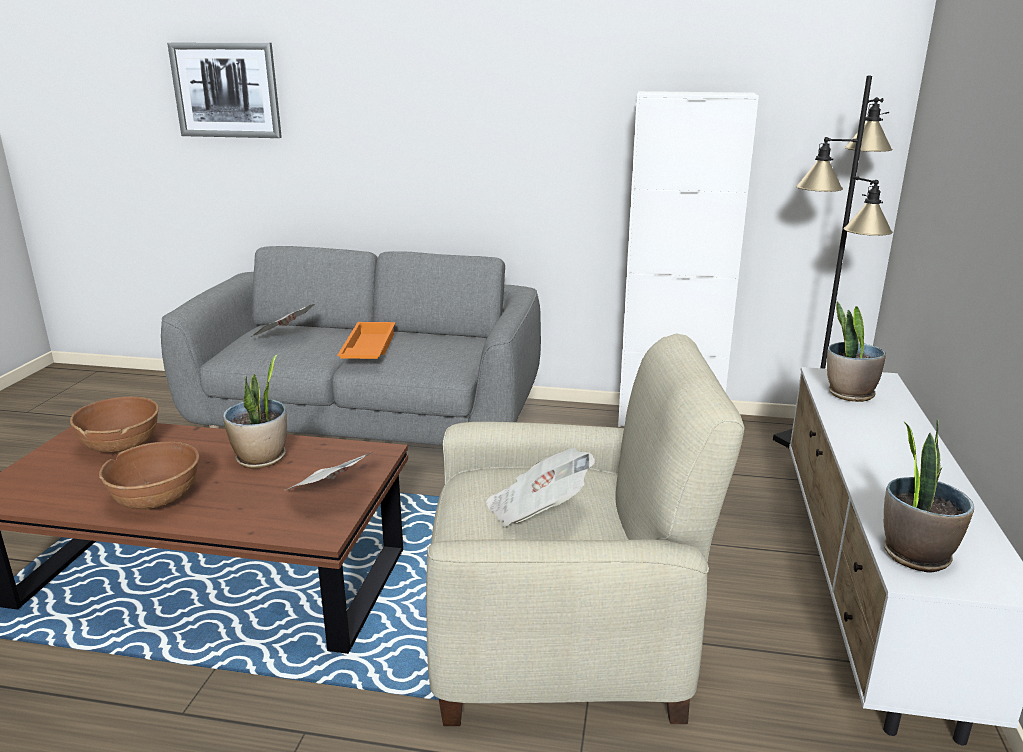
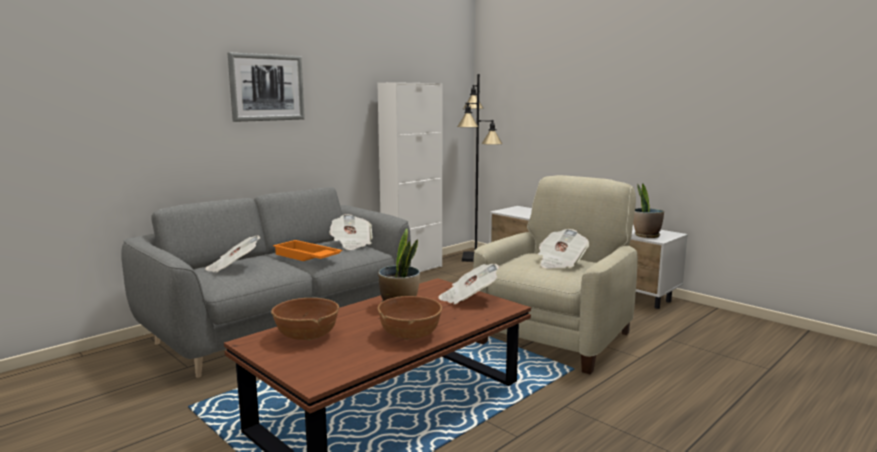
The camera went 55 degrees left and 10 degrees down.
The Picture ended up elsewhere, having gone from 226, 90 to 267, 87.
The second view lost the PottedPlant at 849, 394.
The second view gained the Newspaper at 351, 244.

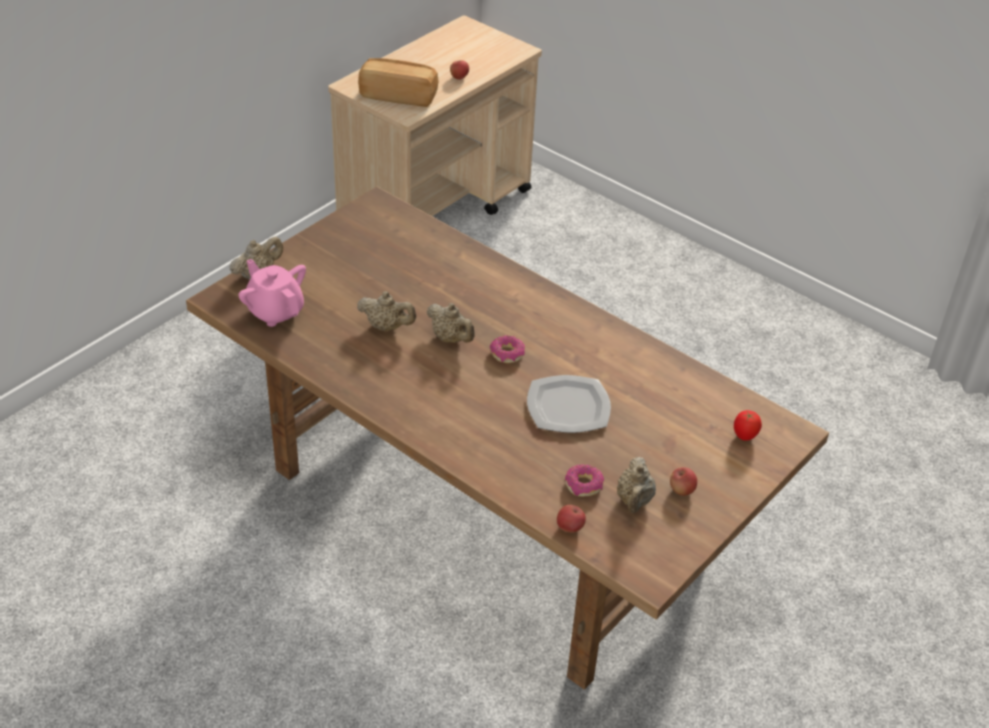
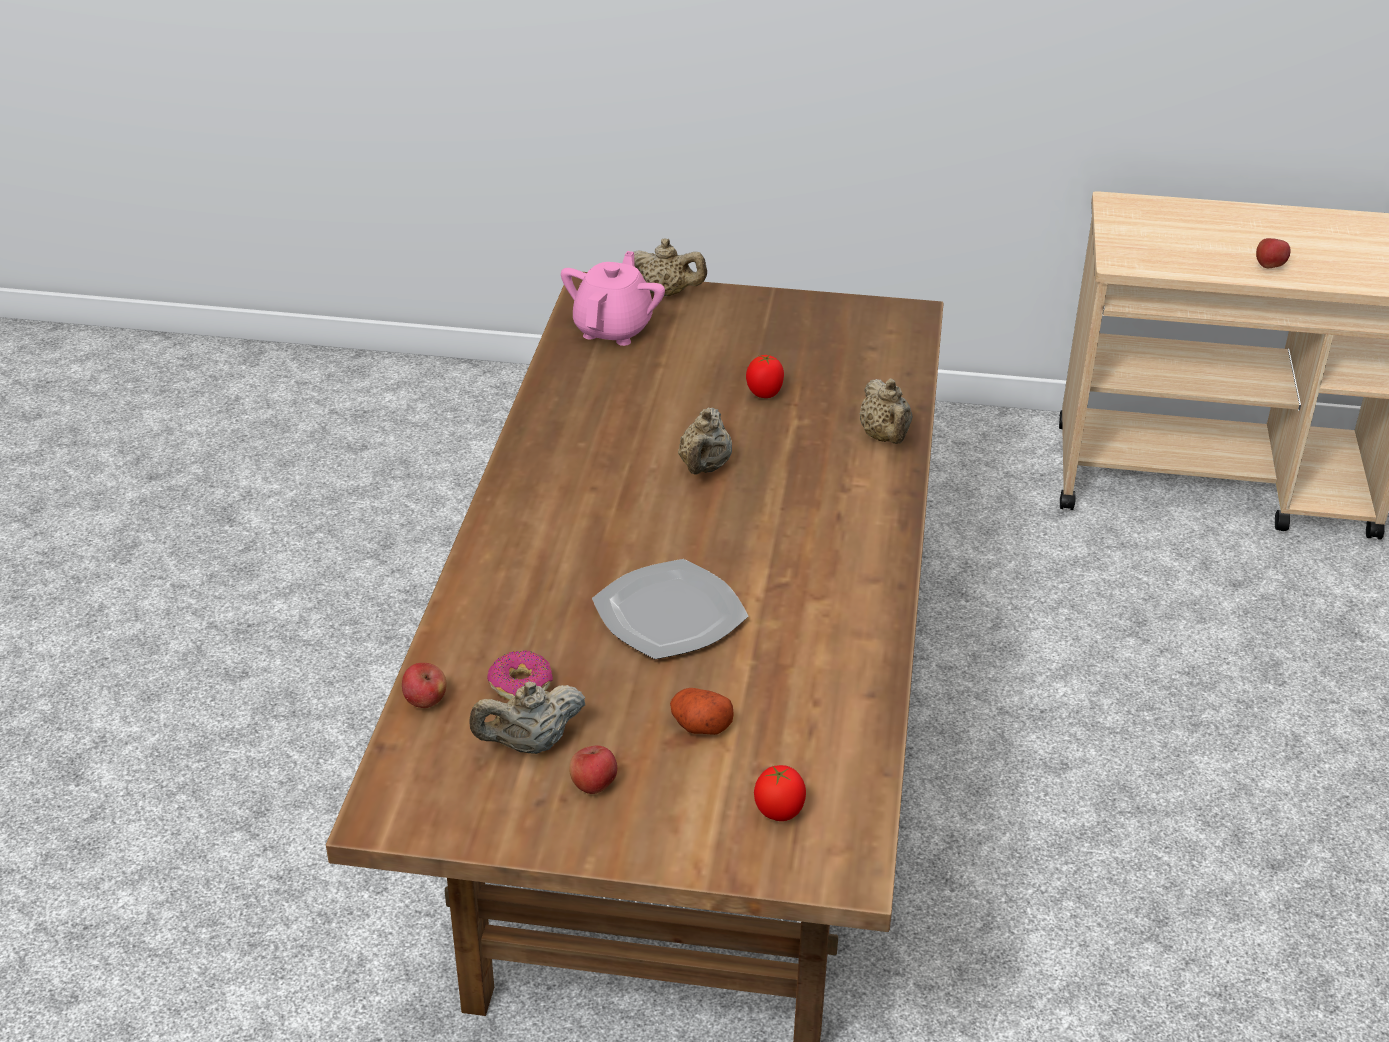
The camera went 60 degrees right and 5 degrees down.
The BeigeTeapot ended up elsewhere, having gone from 387, 327 to 885, 437.
The second view lost the Bread at 399, 95.
The second view lost the Donut at 507, 354.
The second view gained the Potato at 700, 725.
The second view gained the Tomato at 764, 395.

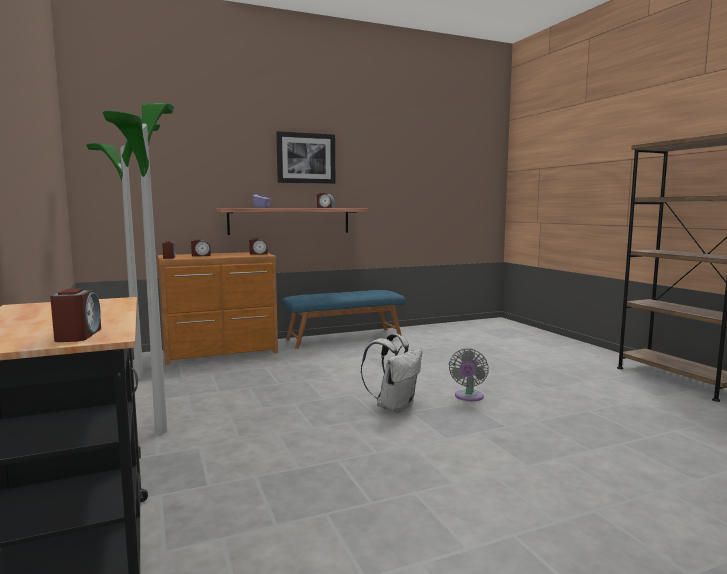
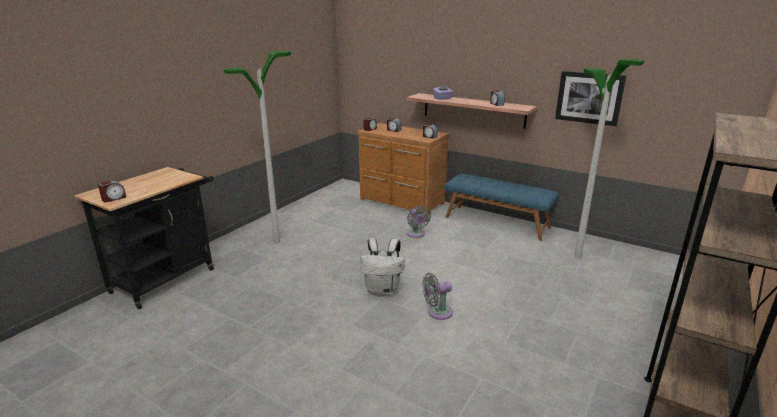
The camera went 55 degrees right and 15 degrees up.
The FloorLamp ended up elsewhere, having gone from 139, 378 to 578, 256.
The Picture ended up elsewhere, having gone from 306, 158 to 589, 98.
The second view gained the GreyFan at 416, 234.

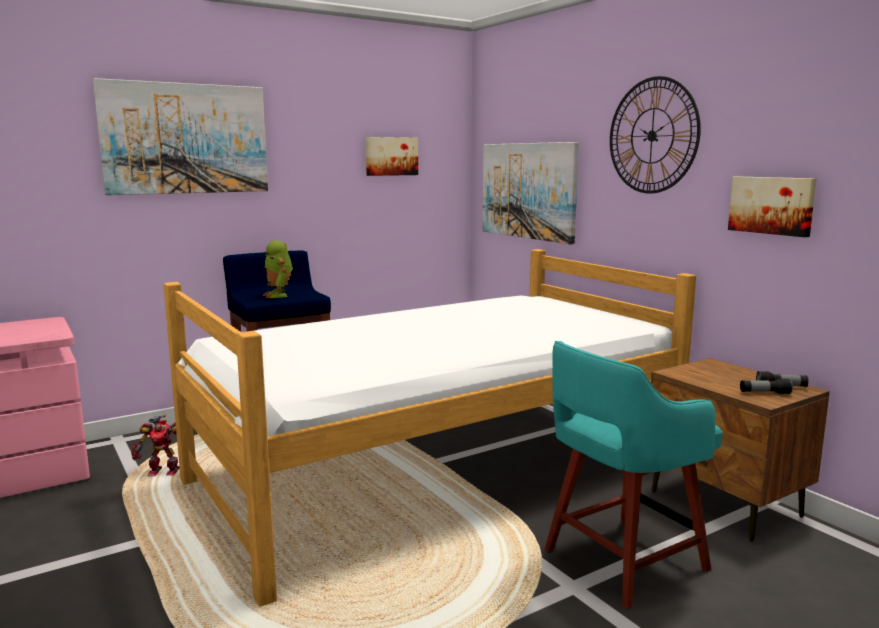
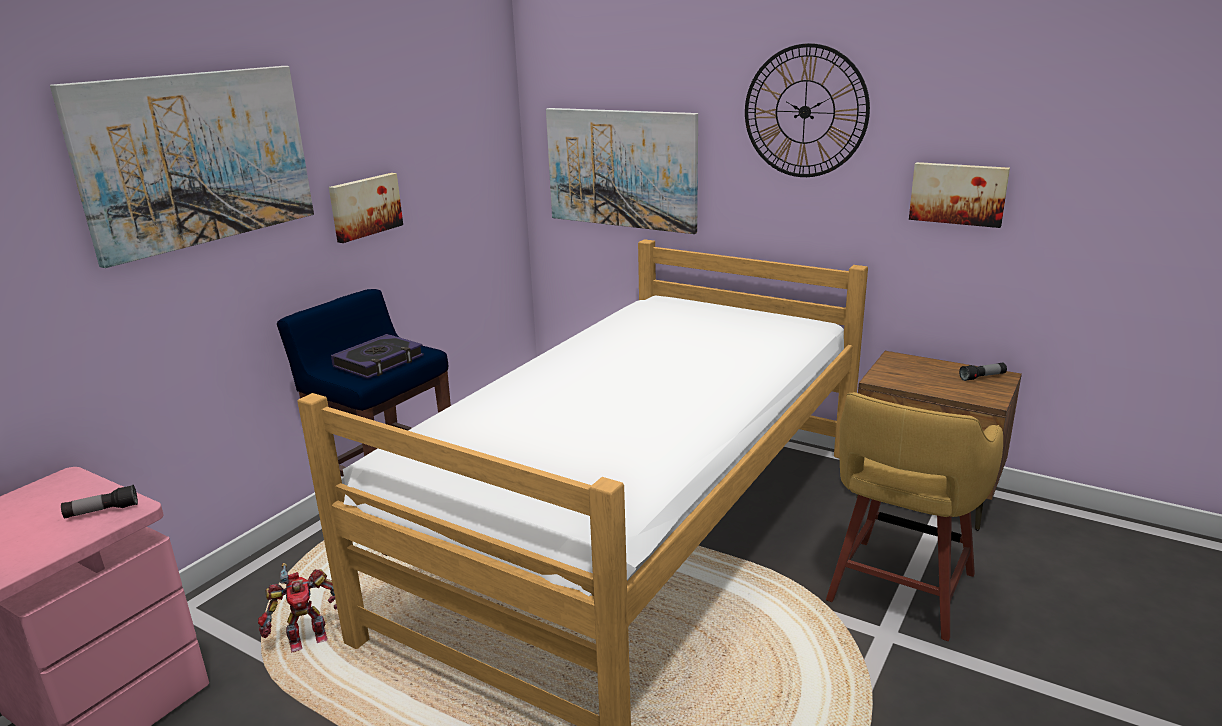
The camera went 25 degrees left and 10 degrees up.
Where the ToyRobot stood at 279, 295, the Book came to stand at 379, 362.
The Picture ended up elsewhere, having gone from 391, 156 to 365, 206.
What was the TurquoiseStool at 620, 561 turned into the YellowStool at 898, 589.
The Flashlight ended up elsewhere, having gone from 764, 393 to 102, 511.

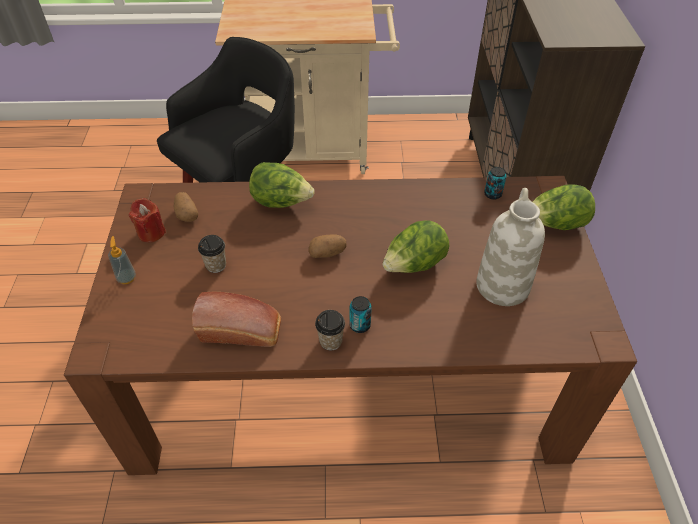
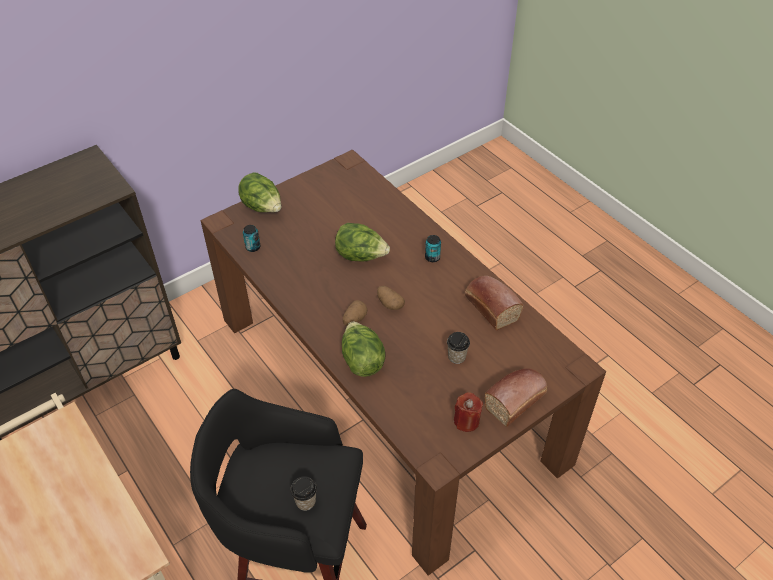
The camera went 125 degrees left and 0 degrees up.
Where the SoapDispenser stood at 126, 278, the Bread came to stand at 516, 400.
The Potato ended up elsewhere, having gone from 187, 214 to 354, 319.
The Cup ended up elsewhere, having gone from 330, 341 to 305, 502.
The second view lost the WhiteVase at 502, 285.

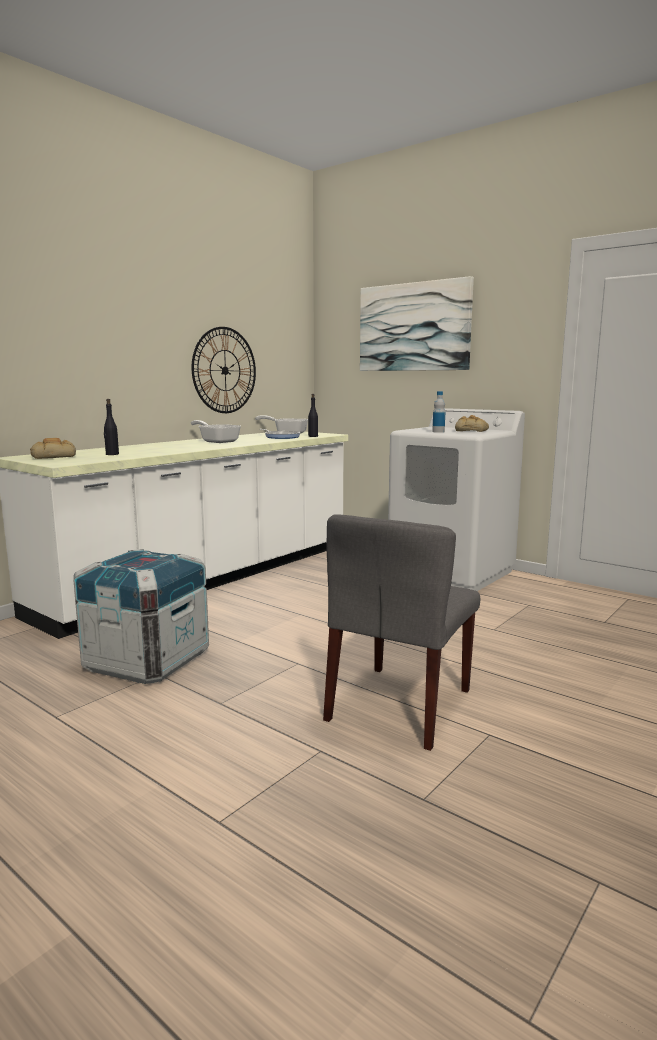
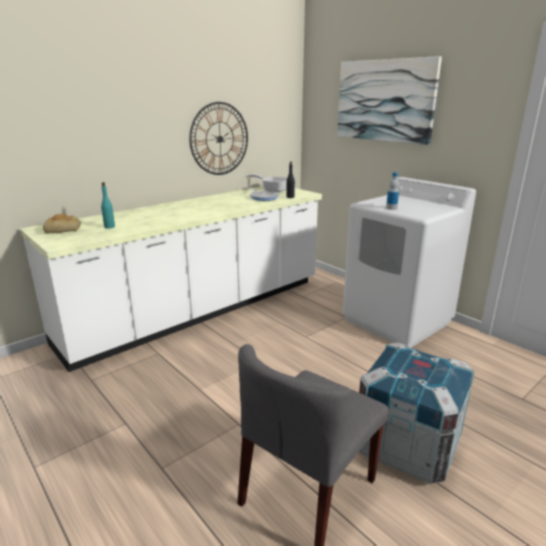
The camera went 10 degrees right and 10 degrees up.
The Crate ended up elsewhere, having gone from 147, 660 to 407, 444.
What was the BlackBottle at 112, 454 turned into the TurquoiseBottle at 109, 227.
The second view lost the FryingPan at 217, 441.
The second view lost the Bread at 471, 430.

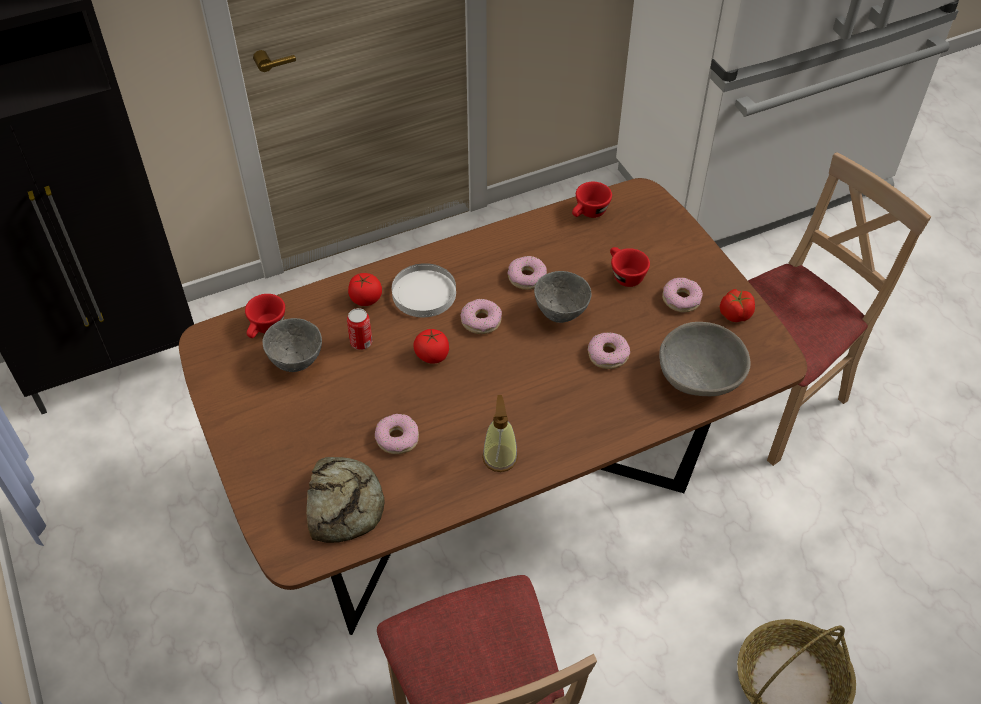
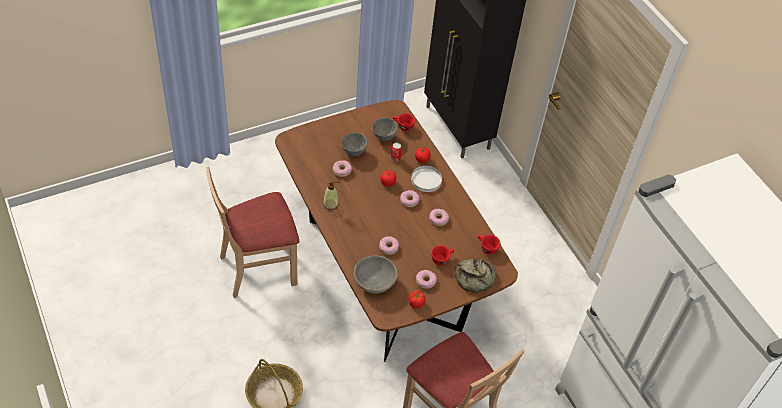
The camera went 85 degrees right and 0 degrees up.
The Bread ended up elsewhere, having gone from 344, 503 to 475, 278.
The GreyBowl ended up elsewhere, having gone from 561, 313 to 354, 152.

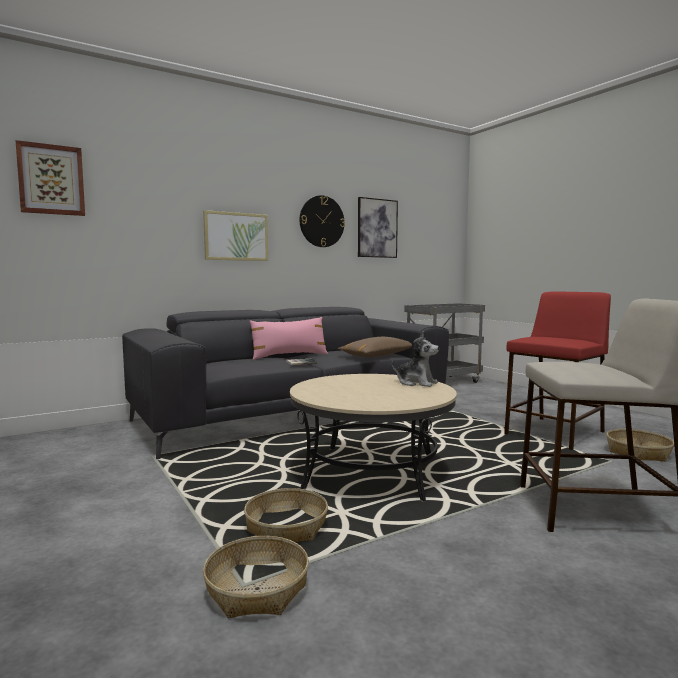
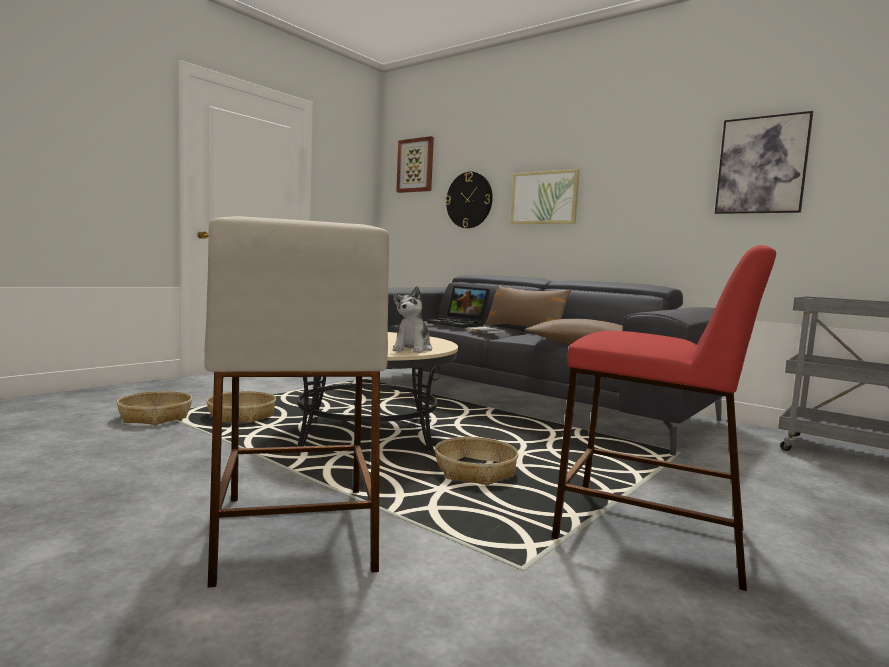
The camera went 70 degrees right and 0 degrees up.
What was the PinkPillow at 289, 356 turned into the BrownPillow at 524, 330.
The WallClock ended up elsewhere, having gone from 321, 221 to 469, 200.
The Basket ended up elsewhere, having gone from 638, 453 to 475, 472.
The second view gained the Laptop at 459, 324.

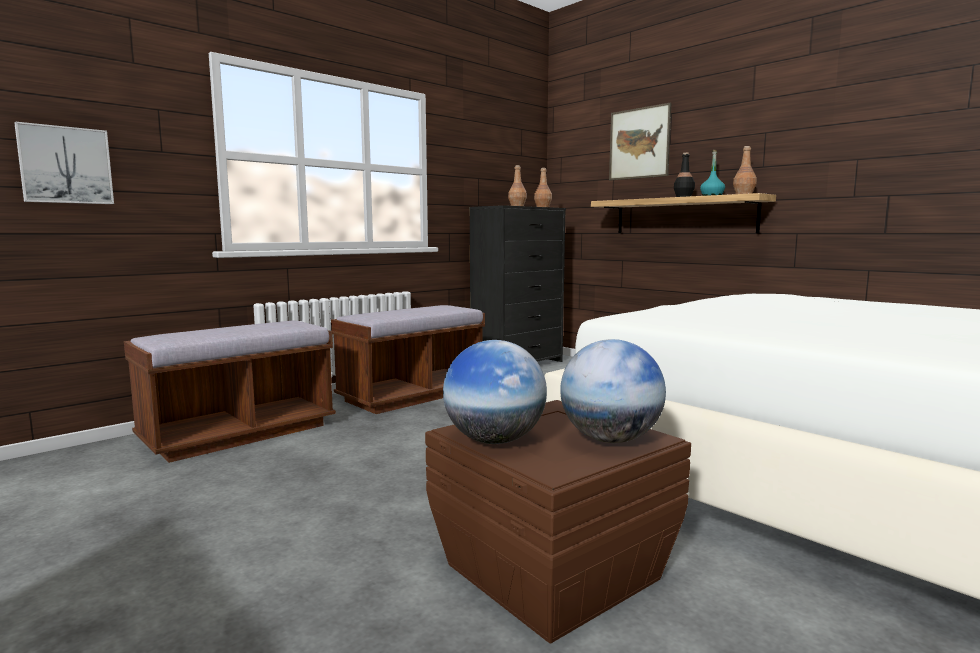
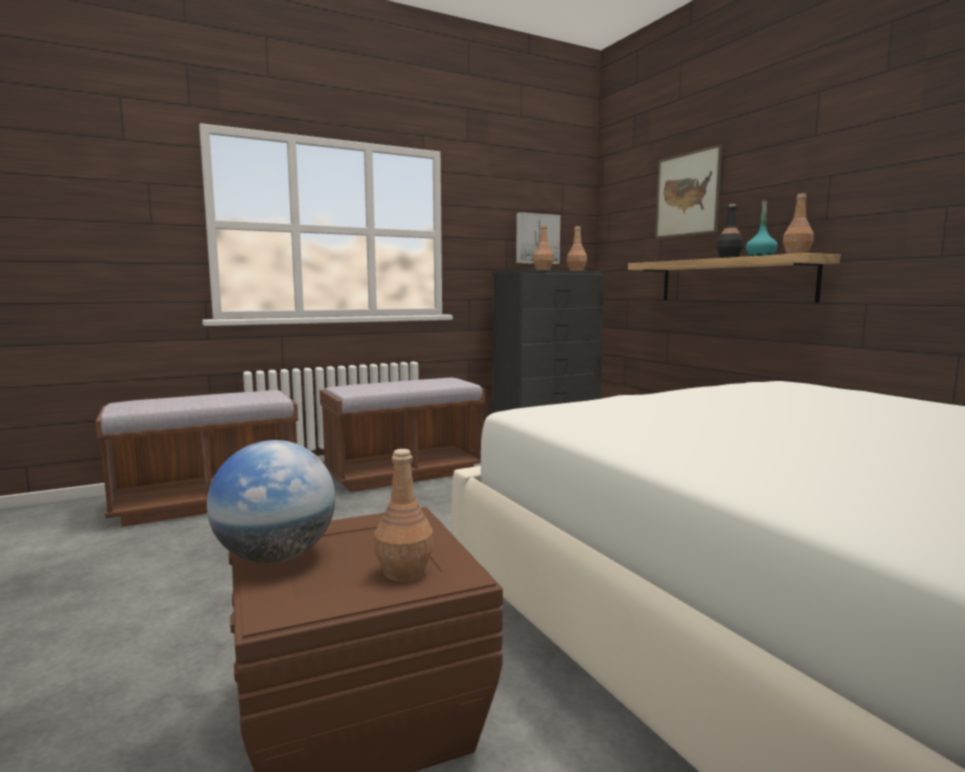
The camera went 15 degrees right and 0 degrees up.
The Picture ended up elsewhere, having gone from 65, 165 to 536, 239.
Where the Globe stood at 610, 440, the BrownBottle came to stand at 403, 572.

